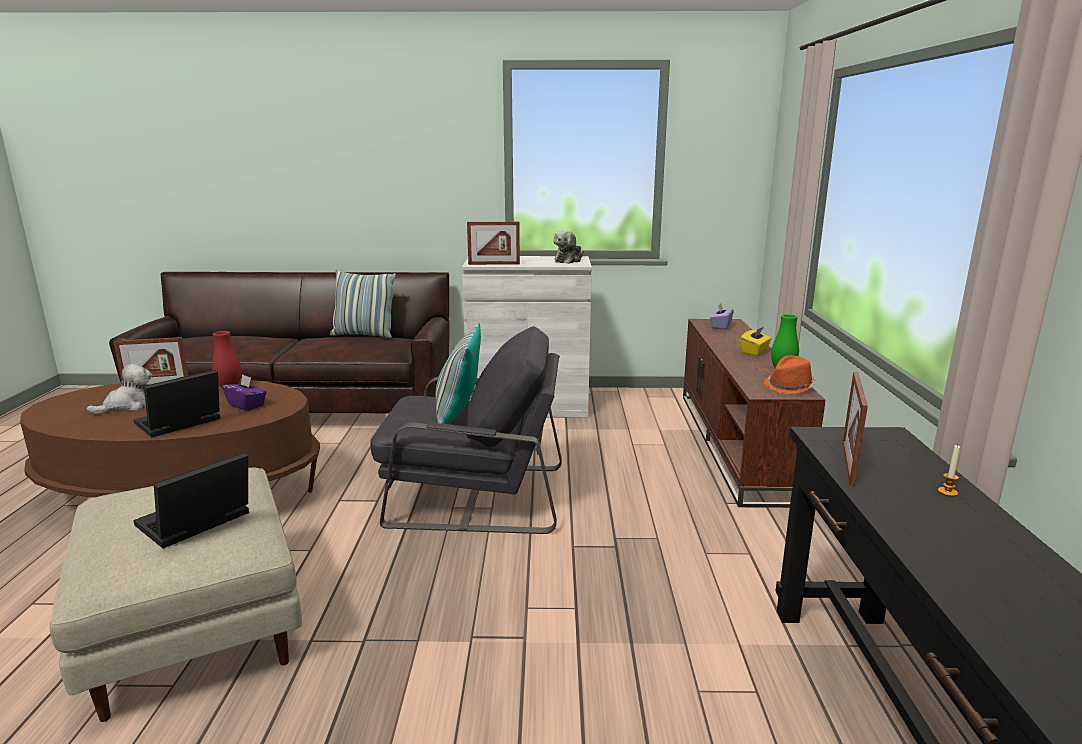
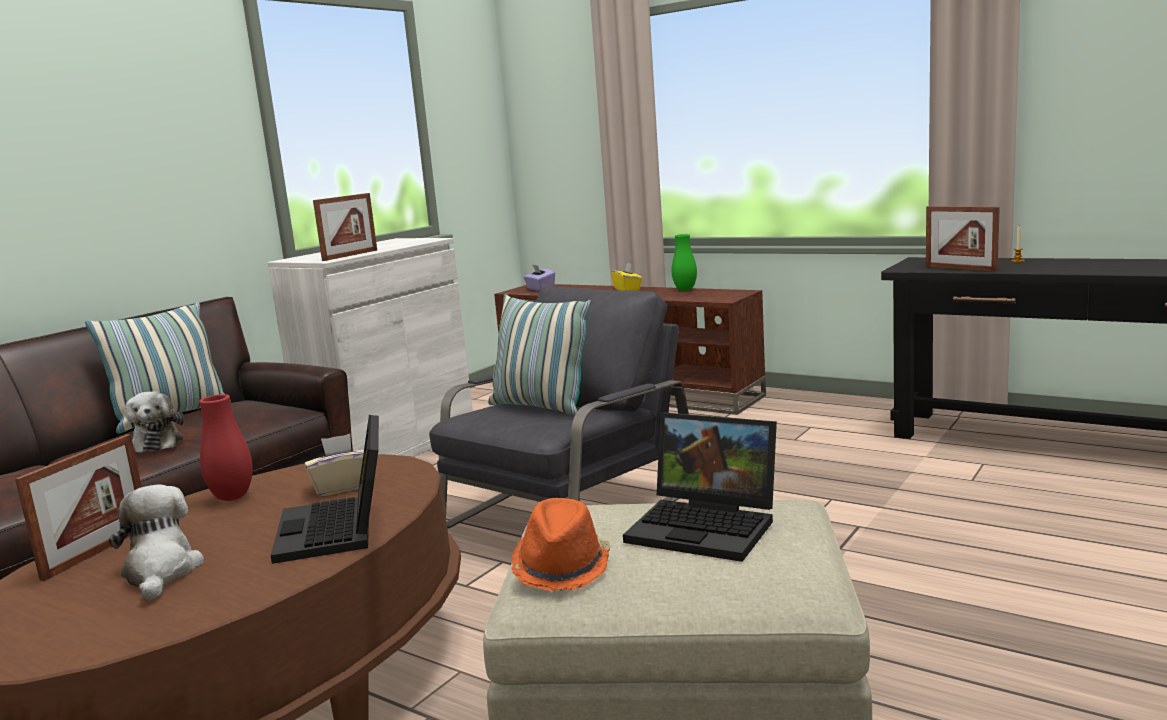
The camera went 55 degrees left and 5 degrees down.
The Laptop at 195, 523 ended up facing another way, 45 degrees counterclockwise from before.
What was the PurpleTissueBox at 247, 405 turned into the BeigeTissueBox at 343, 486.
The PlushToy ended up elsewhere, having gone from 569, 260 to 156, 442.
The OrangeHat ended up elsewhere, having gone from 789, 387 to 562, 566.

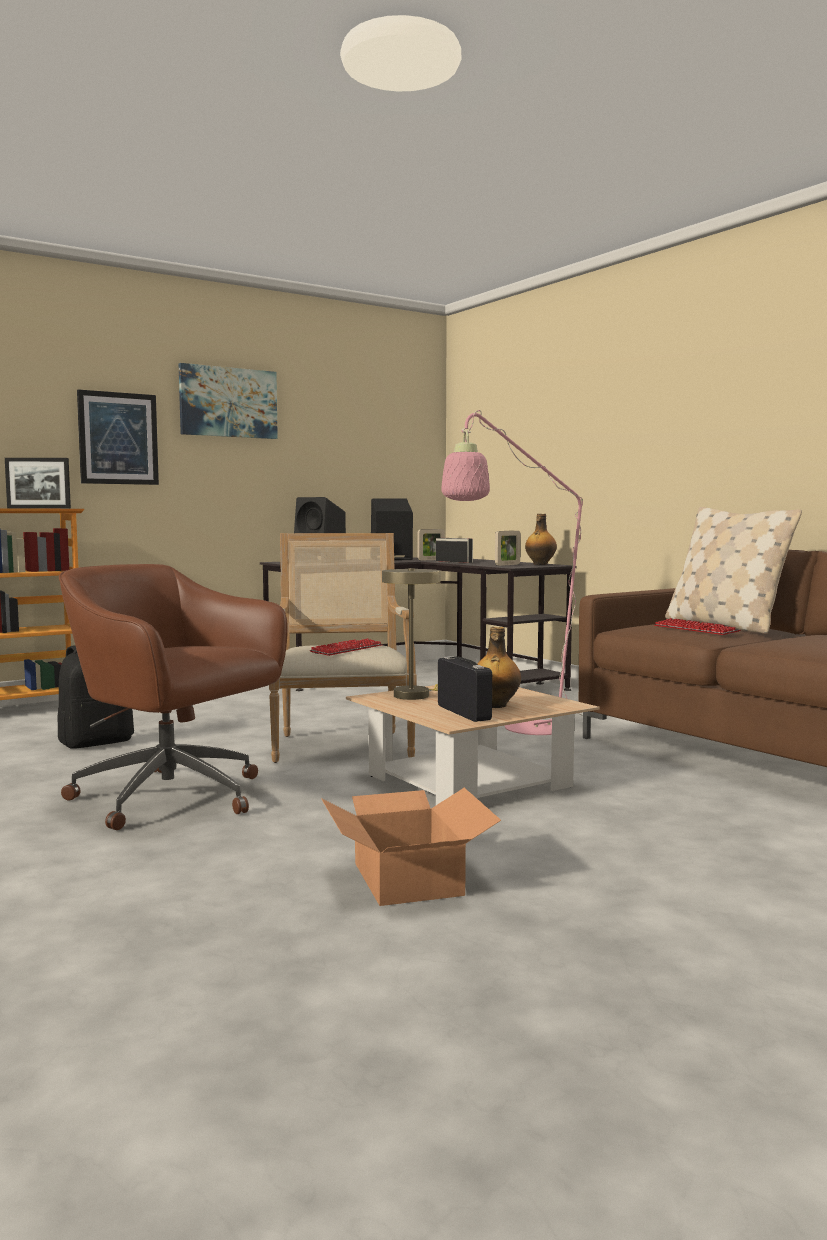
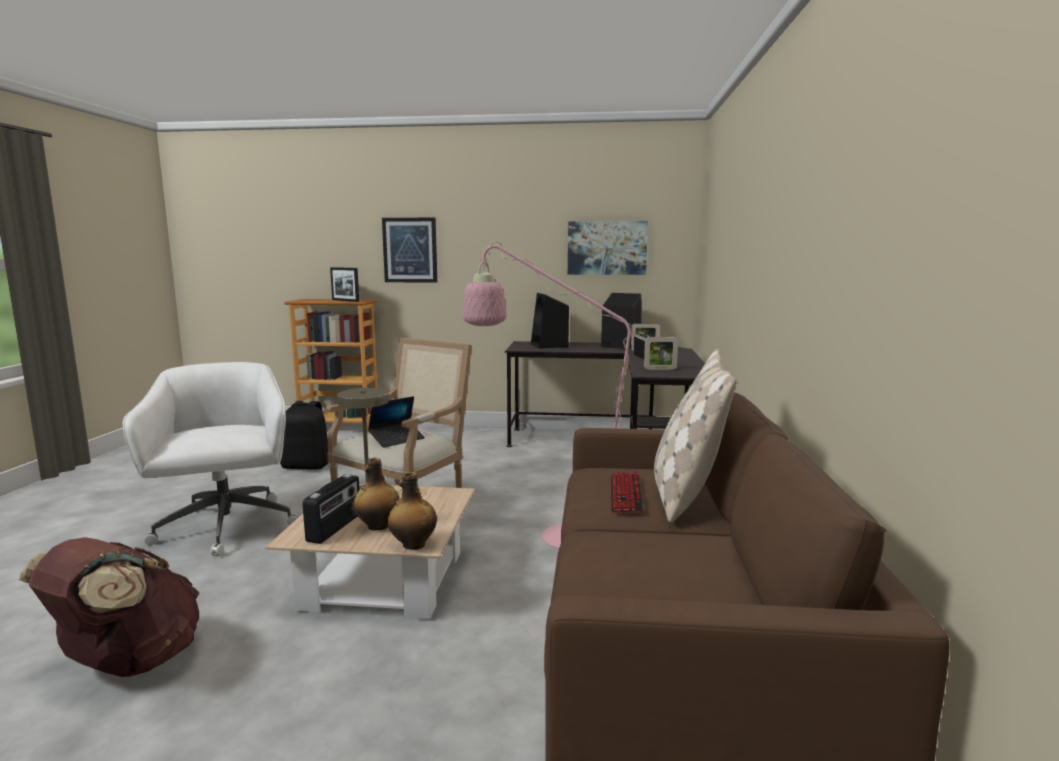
The camera went 40 degrees right and 5 degrees up.
What was the BrownOfficeChair at 174, 798 turned into the WhiteOfficeChair at 226, 528.
The Picture ended up elsewhere, having gone from 228, 402 to 607, 248.
Where the Keyboard stood at 347, 649, the Laptop came to stand at 397, 439.
Where the CardboardBox stood at 406, 879, the BrownBackpack came to stand at 128, 663.
The Bottle ended up elsewhere, having gone from 540, 564 to 413, 545.

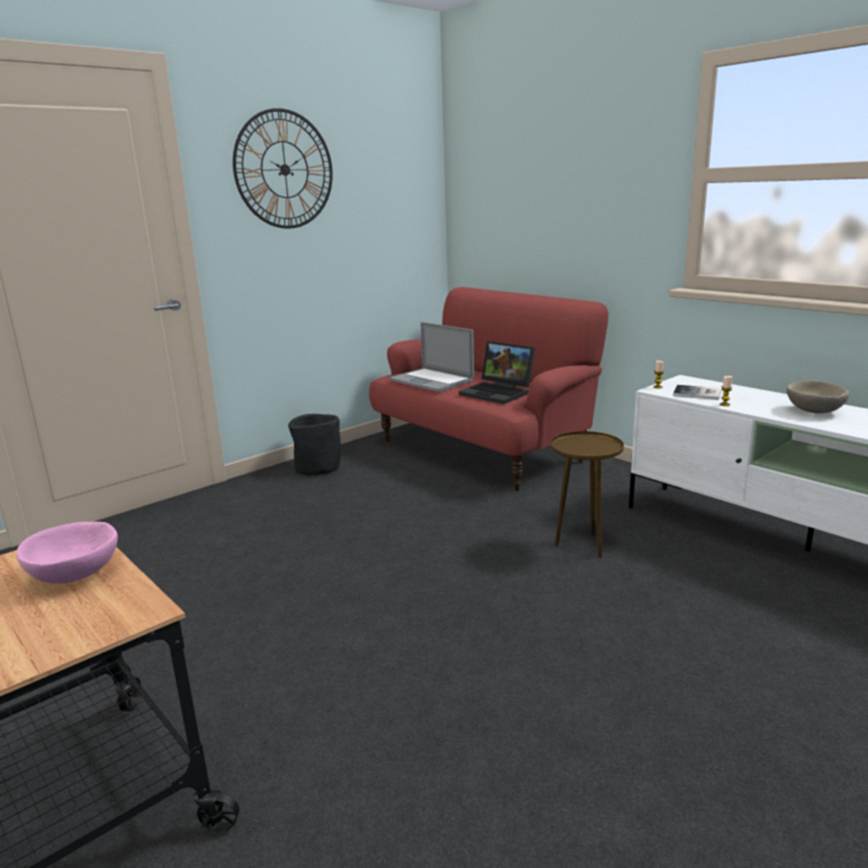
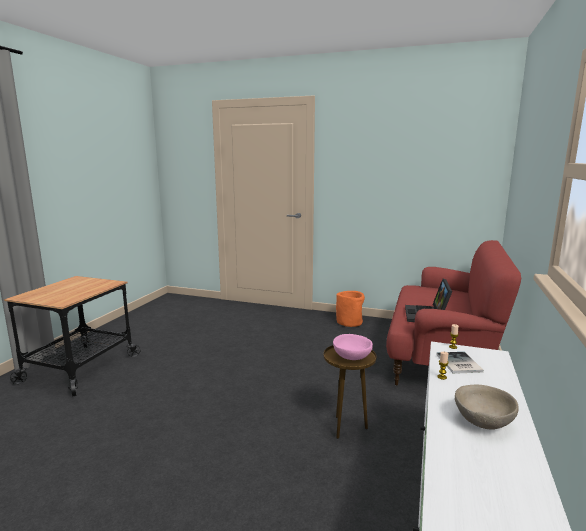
The camera went 60 degrees right and 5 degrees down.
The PinkBowl ended up elsewhere, having gone from 75, 575 to 351, 357.
The second view lost the WallClock at 284, 169.
What was the BlackPlanter at 318, 468 turned into the OrangePlanter at 350, 322.
The second view lost the Laptop at 430, 380.

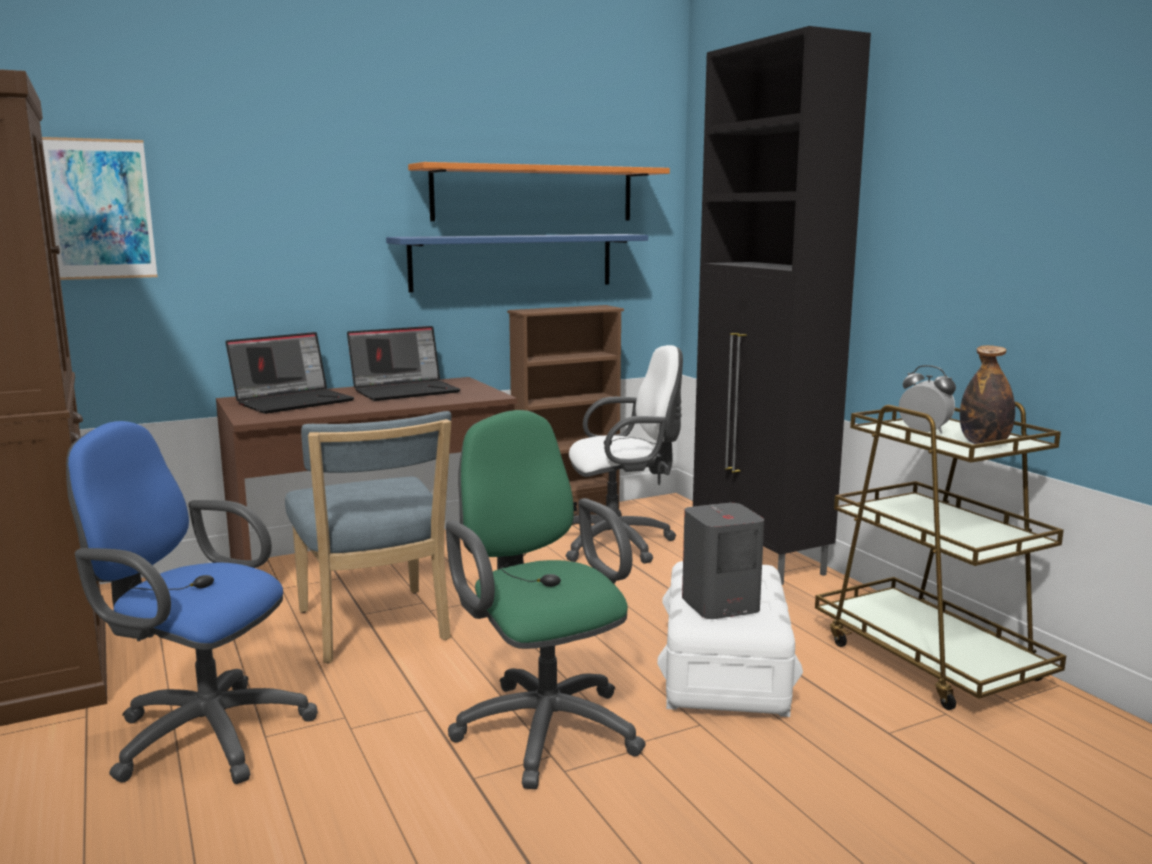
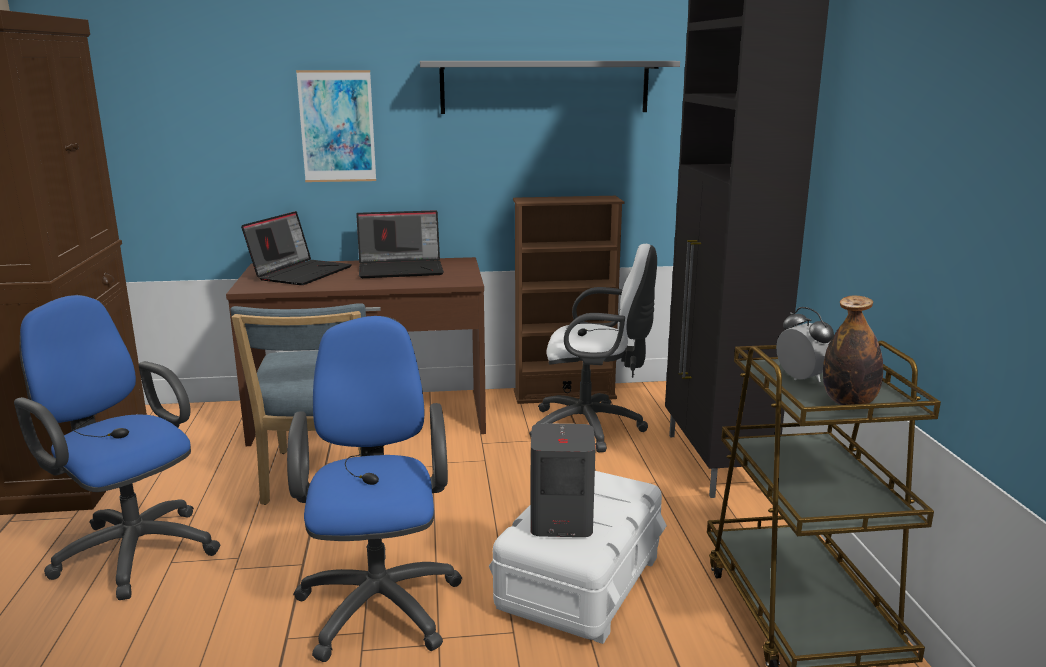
The camera went 20 degrees right and 5 degrees up.
The Picture ended up elsewhere, having gone from 101, 209 to 337, 126.
The Laptop at 294, 401 ended up facing another way, 45 degrees counterclockwise from before.
The second view lost the BlueShelf at 513, 261.
What was the OrangeShelf at 534, 194 turned into the GreyShelf at 545, 87.
What was the GreenOfficeChair at 542, 724 turned into the BlueOfficeChair at 380, 600.

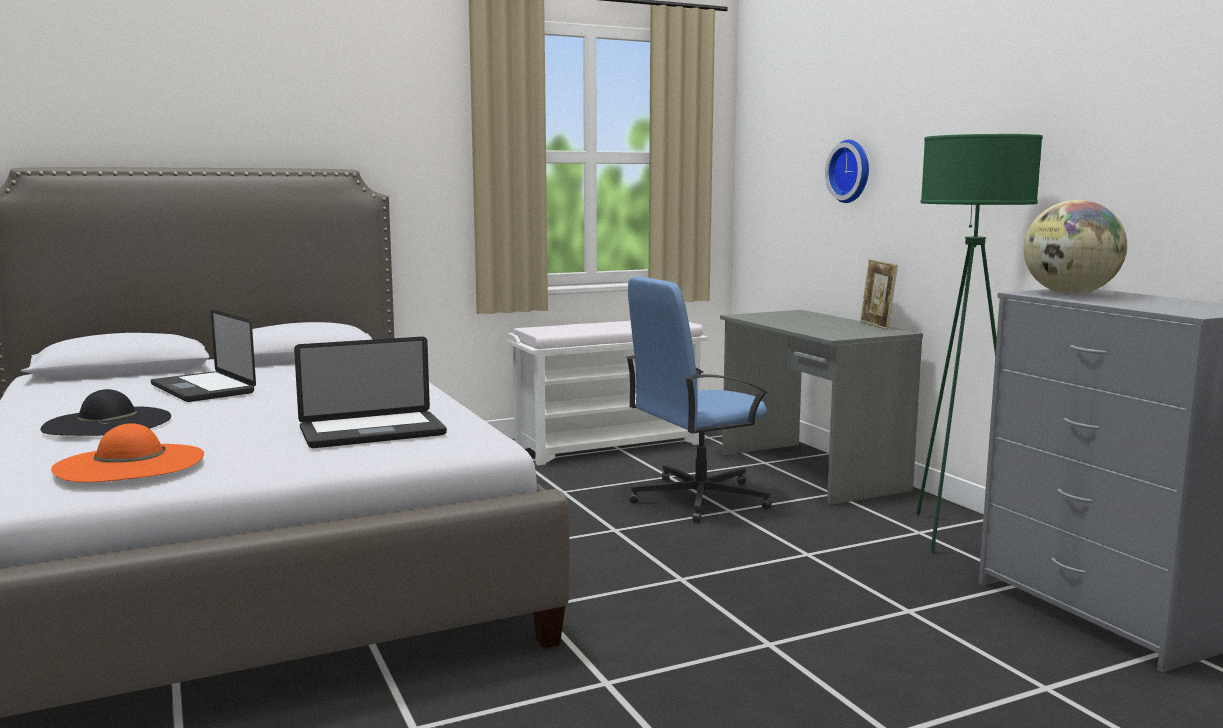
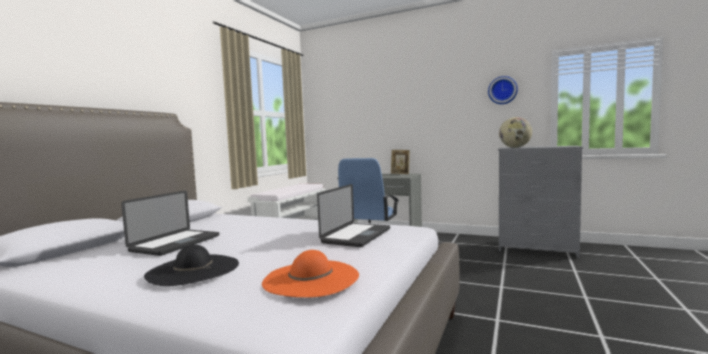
The camera went 40 degrees left and 5 degrees down.
The Laptop at 203, 389 ended up facing another way, 75 degrees counterclockwise from before.
The WallClock ended up elsewhere, having gone from 851, 171 to 502, 90.
The second view lost the GreenFloorLamp at 955, 534.

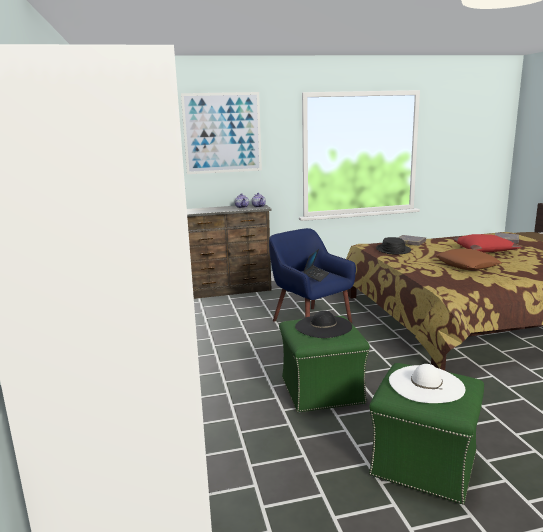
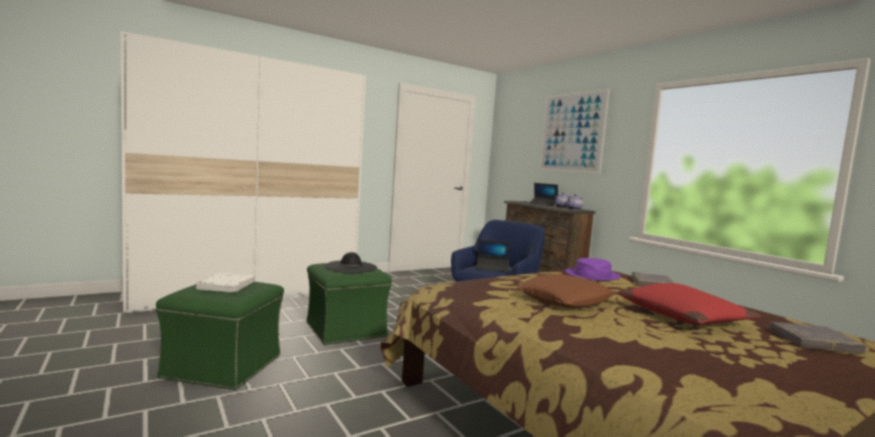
The camera went 70 degrees right and 10 degrees down.
What was the BlackHat at 393, 250 turned into the PurpleHat at 592, 275.
Where the WhiteHat stood at 426, 384, the WhiteBook came to stand at 227, 286.
The second view gained the Laptop at 543, 204.

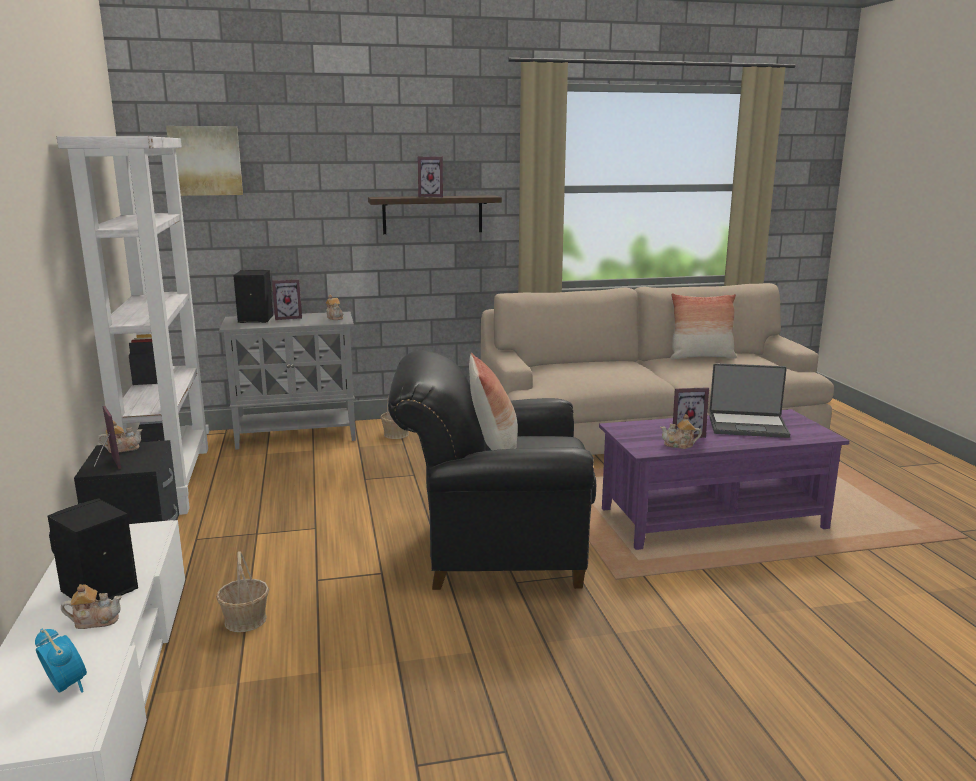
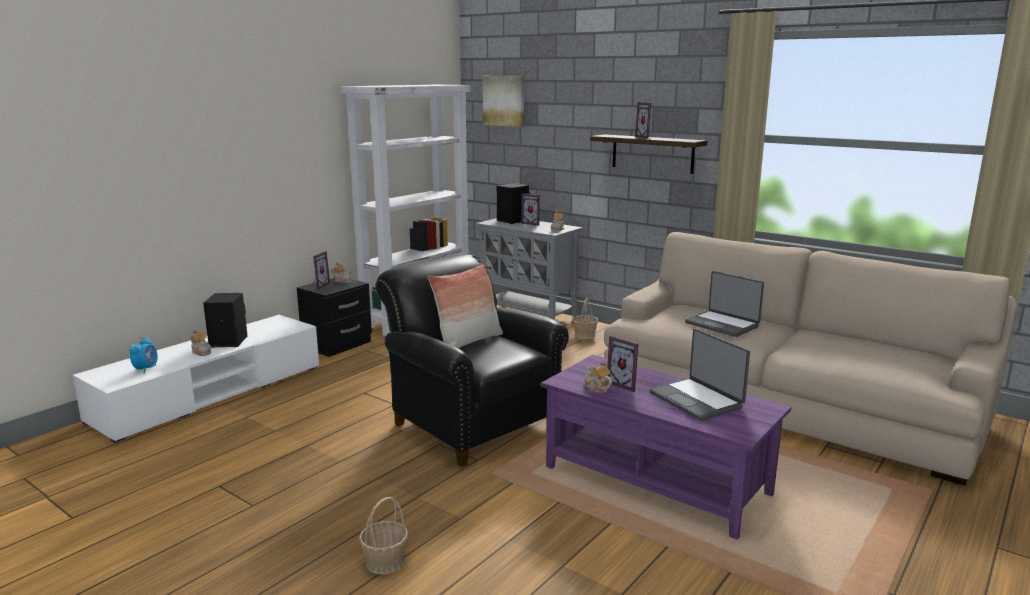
The camera went 50 degrees right and 0 degrees up.
The Basket ended up elsewhere, having gone from 245, 620 to 385, 561.
The second view lost the Pillow at 701, 357.
The second view gained the Laptop at 722, 324.

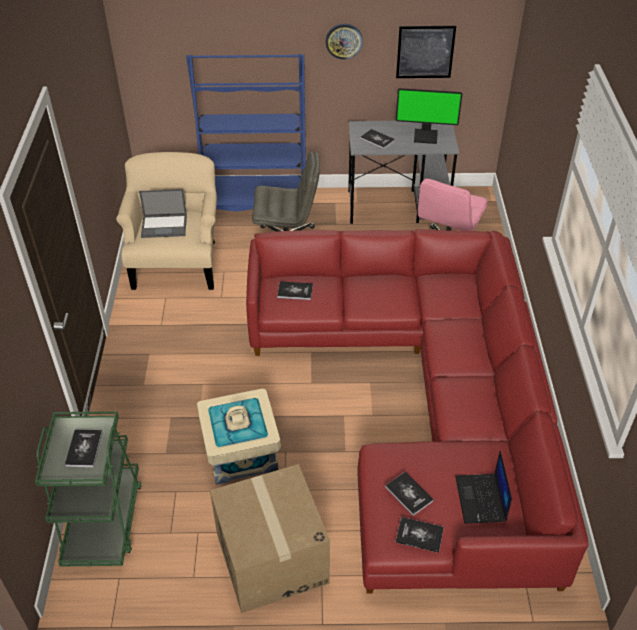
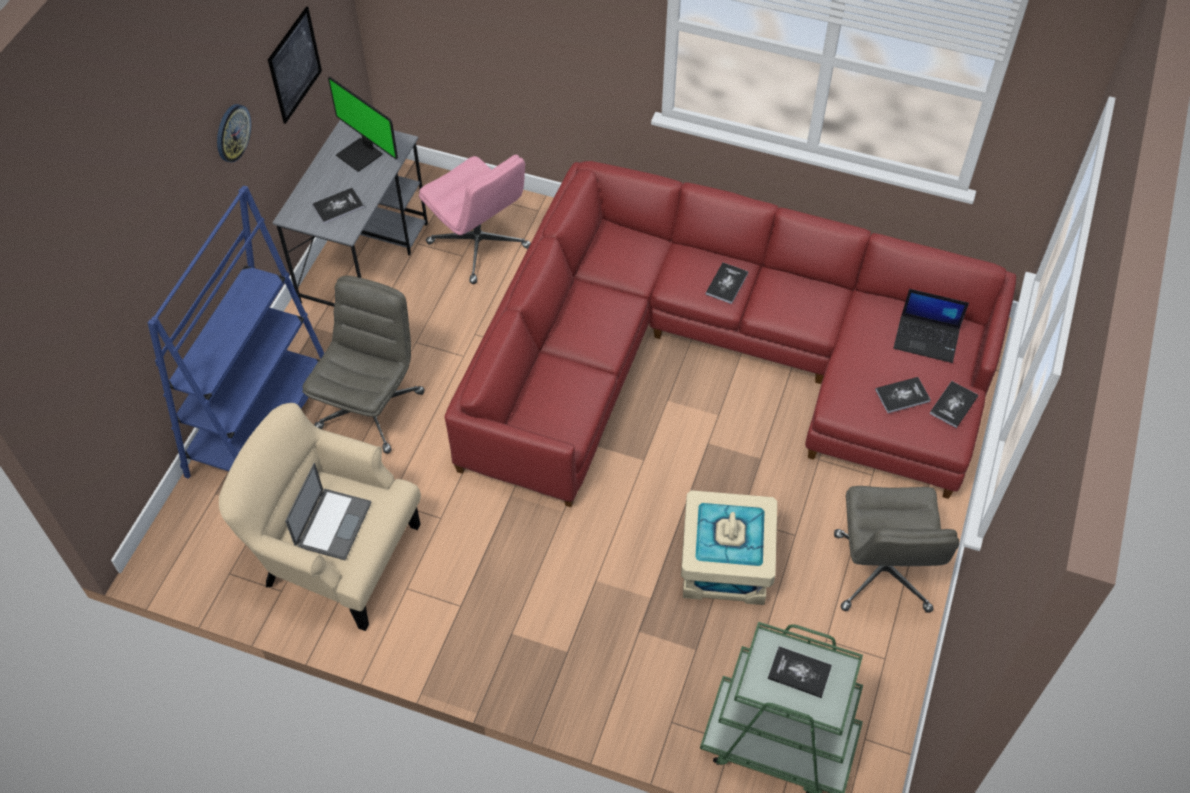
The camera went 70 degrees left and 10 degrees up.
Where the CardboardBox stood at 271, 558, the GreyOfficeChair came to stand at 882, 573.
The Book ended up elsewhere, having gone from 295, 291 to 726, 283.
The Monitor at 426, 136 ended up facing another way, 105 degrees clockwise from before.

